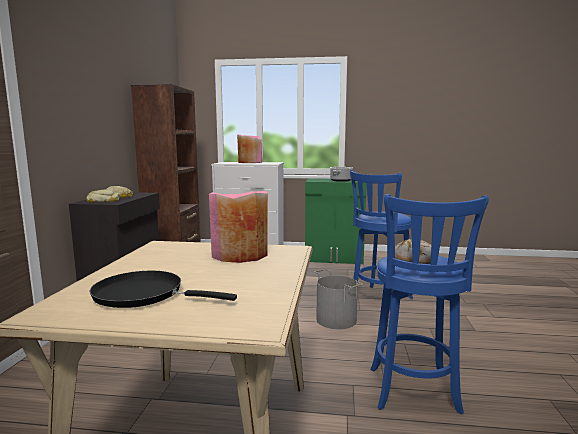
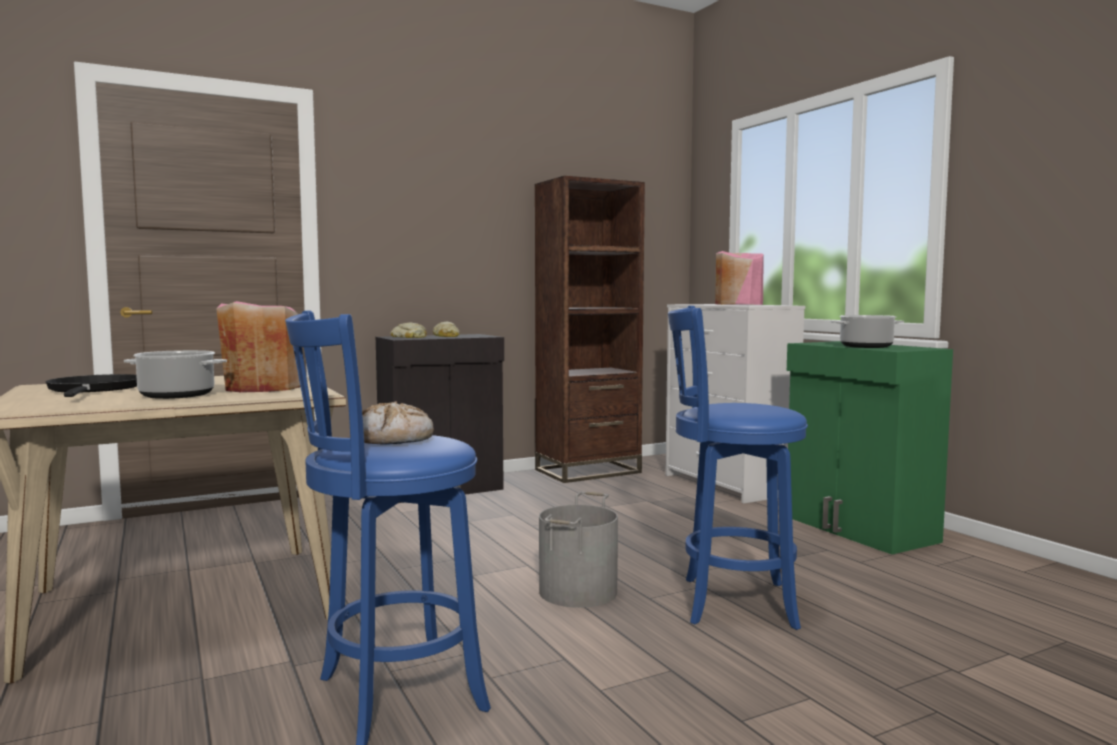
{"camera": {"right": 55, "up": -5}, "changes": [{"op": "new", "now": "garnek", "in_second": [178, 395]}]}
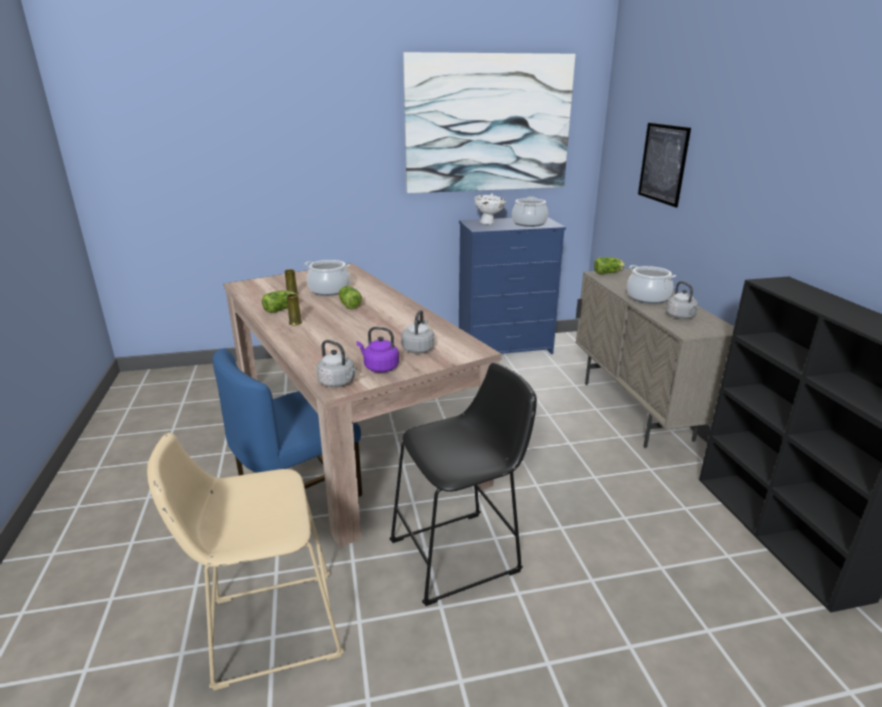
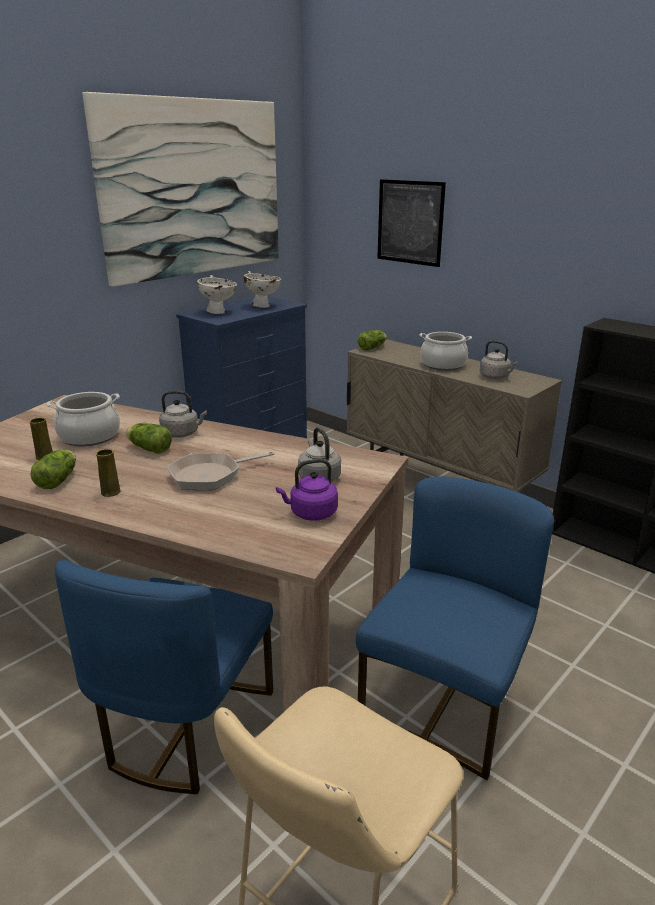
{"camera": {"right": -35, "up": 0}, "changes": [{"op": "new", "now": "patelnia", "in_second": [210, 475]}, {"op": "shifted", "was": "czajnik/szary", "in_first": [338, 383], "in_second": [182, 433]}, {"op": "swapped", "was": "stołek/czarny", "now": "krzesło/niebieski", "in_first": [461, 554], "in_second": [445, 702]}, {"op": "swapped", "was": "garnek", "now": "miska/biały", "in_first": [529, 223], "in_second": [263, 306]}]}
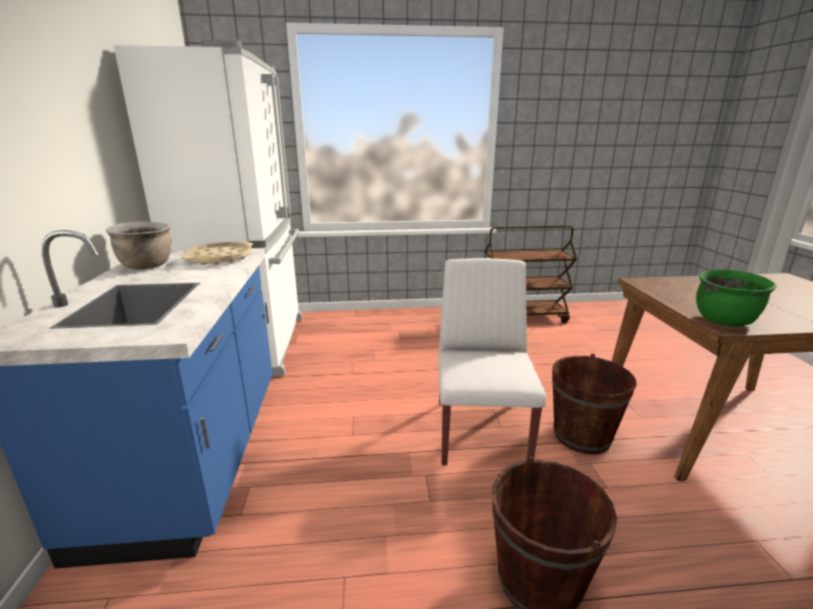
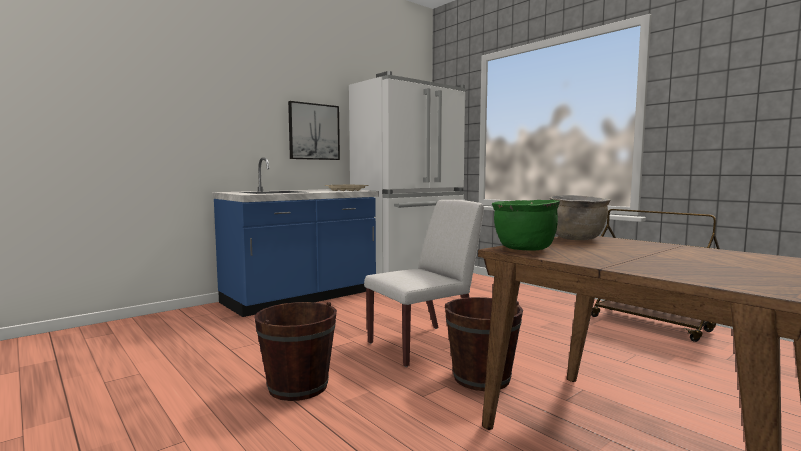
{"camera": {"right": 55, "up": -15}, "changes": [{"op": "new", "now": "obraz", "in_second": [314, 131]}, {"op": "shifted", "was": "garnek/brązowy", "in_first": [147, 266], "in_second": [577, 239]}]}
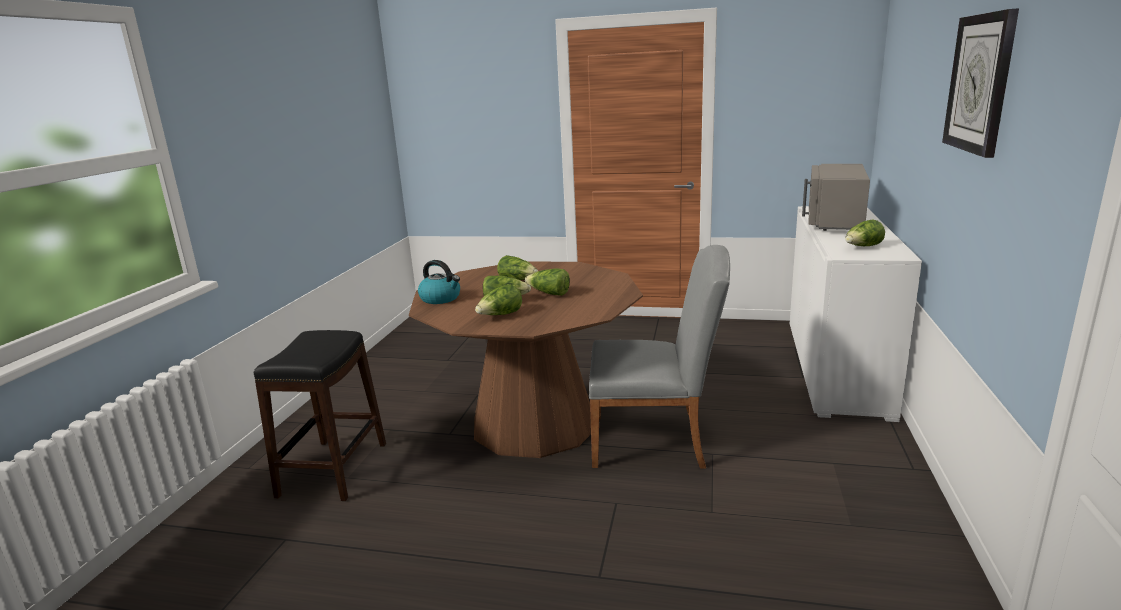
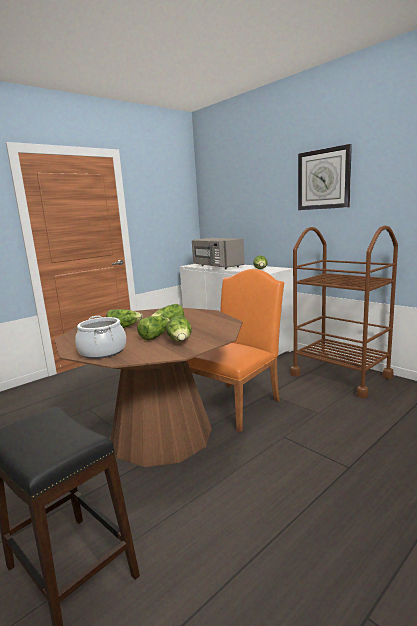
{"camera": {"right": -55, "up": -5}, "changes": [{"op": "new", "now": "wózek/brązowy", "in_second": [340, 376]}, {"op": "swapped", "was": "czajnik", "now": "garnek", "in_first": [441, 298], "in_second": [102, 352]}, {"op": "repainted", "was": "krzesło/szary", "now": "krzesło/pomarańczowy", "in_first": [656, 440], "in_second": [237, 403]}]}
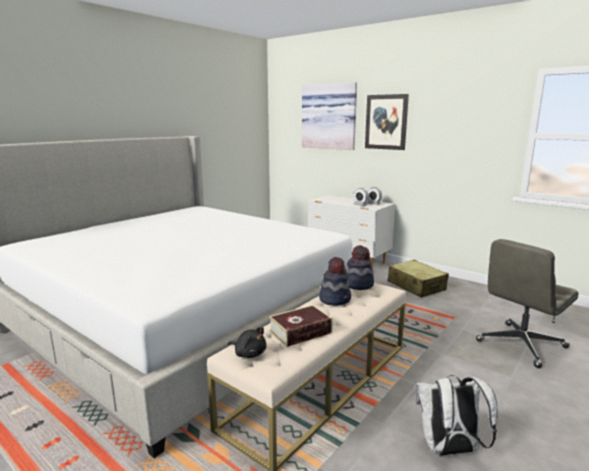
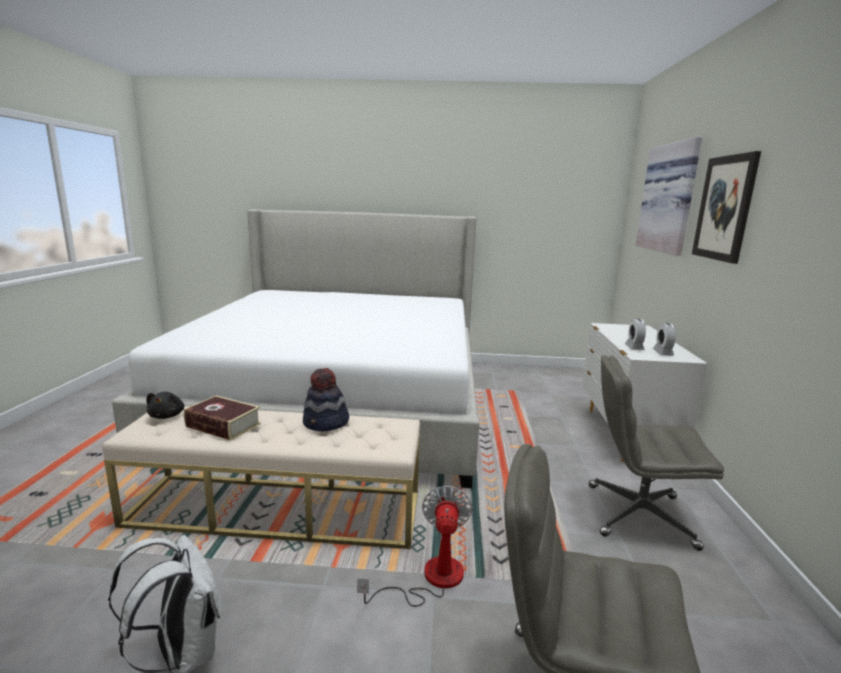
{"camera": {"right": 55, "up": 0}, "changes": [{"op": "gone", "was": "kapelusz", "in_first": [358, 284]}, {"op": "new", "now": "wentylator", "in_second": [430, 579]}, {"op": "swapped", "was": "walizka/beżowy", "now": "krzesło biurowe/szary", "in_first": [416, 286], "in_second": [638, 515]}]}
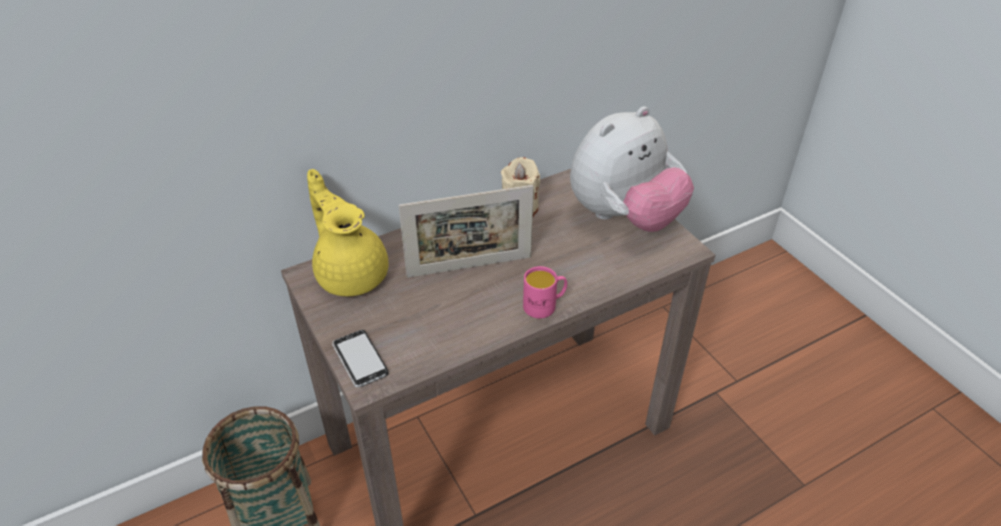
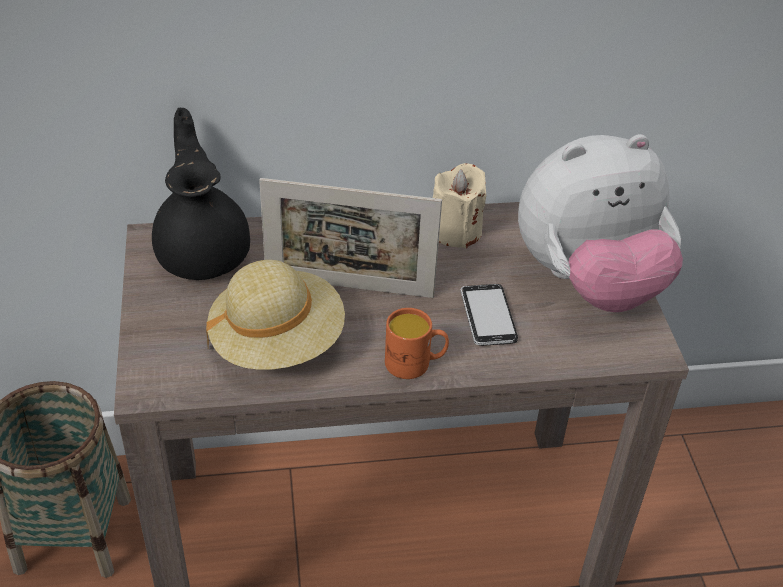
{"camera": {"right": 20, "up": 0}, "changes": [{"op": "new", "now": "kapelusz/beżowy", "in_second": [277, 342]}, {"op": "shifted", "was": "telefon", "in_first": [360, 360], "in_second": [488, 317]}, {"op": "repainted", "was": "imbryk/żółty", "now": "imbryk/czarny", "in_first": [351, 273], "in_second": [204, 252]}, {"op": "repainted", "was": "kubek/różowy", "now": "kubek/pomarańczowy", "in_first": [545, 305], "in_second": [415, 364]}]}
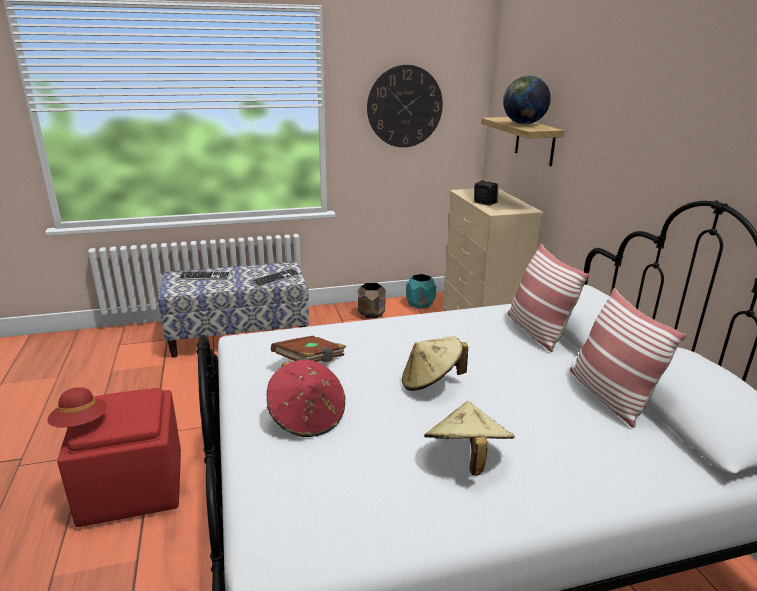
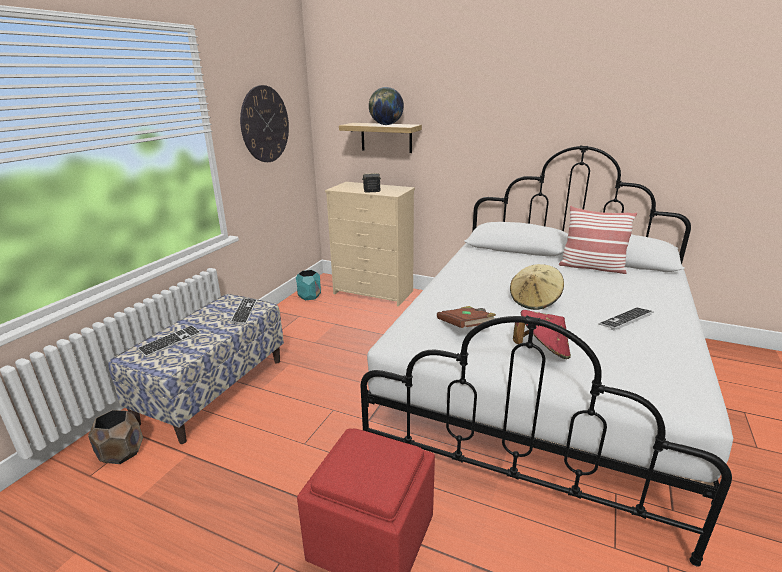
{"camera": {"right": -50, "up": 0}, "changes": [{"op": "gone", "was": "kapelusz/czerwony", "in_first": [81, 423]}, {"op": "gone", "was": "poduszka", "in_first": [537, 331]}, {"op": "shifted", "was": "donica/brązowy", "in_first": [371, 313], "in_second": [122, 453]}, {"op": "swapped", "was": "kapelusz/beżowy", "now": "klawiatura", "in_first": [466, 459], "in_second": [625, 319]}]}
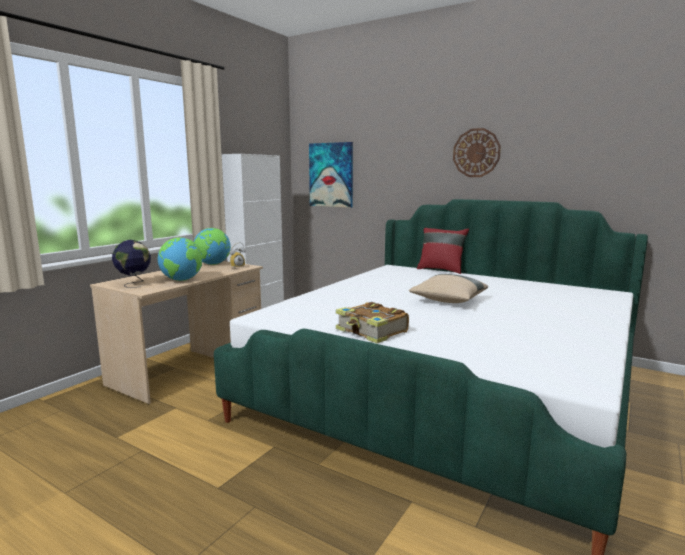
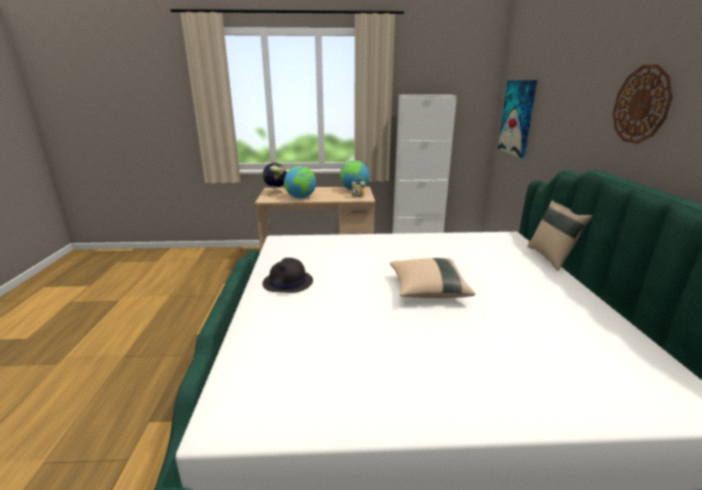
{"camera": {"right": 55, "up": 10}, "changes": [{"op": "swapped", "was": "książka", "now": "kapelusz/czarny", "in_first": [372, 332], "in_second": [288, 283]}, {"op": "repainted", "was": "poduszka/czerwony", "now": "poduszka/beżowy", "in_first": [441, 270], "in_second": [551, 258]}]}
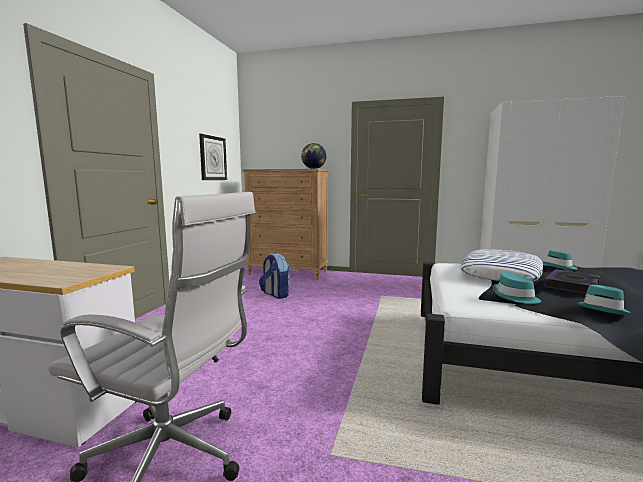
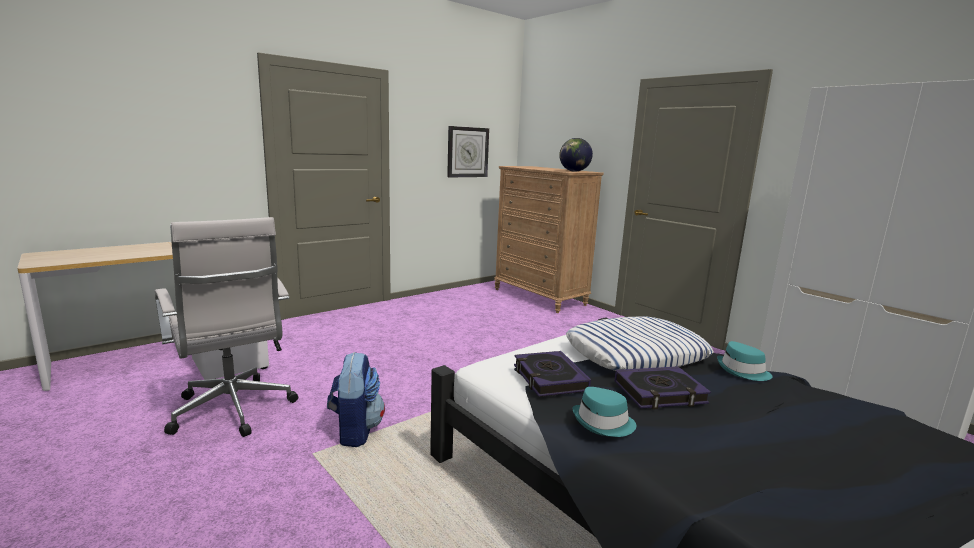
{"camera": {"right": 35, "up": 5}, "changes": [{"op": "shifted", "was": "plecak", "in_first": [275, 294], "in_second": [355, 431]}, {"op": "swapped", "was": "kapelusz/turkusowy", "now": "książka", "in_first": [515, 297], "in_second": [549, 378]}]}
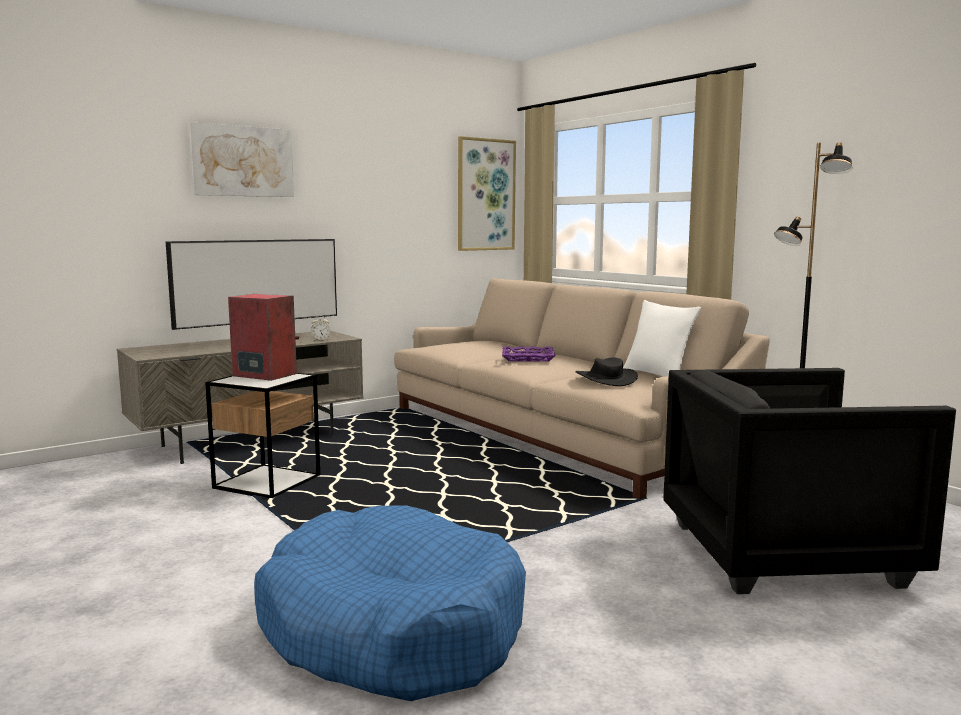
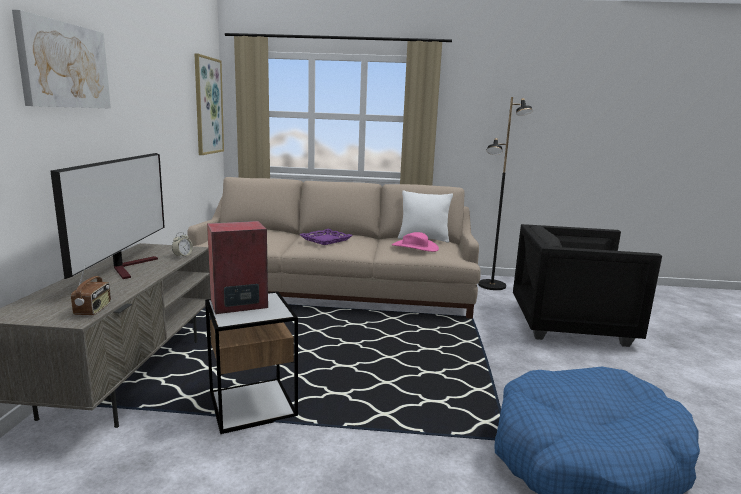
{"camera": {"right": -50, "up": 5}, "changes": [{"op": "new", "now": "radio", "in_second": [93, 310]}, {"op": "repainted", "was": "kapelusz/czarny", "now": "kapelusz/różowy", "in_first": [606, 379], "in_second": [415, 247]}, {"op": "rotated", "was": "fotel/czarny", "in_first": [785, 553], "in_second": [571, 324], "clockwise": 60}]}
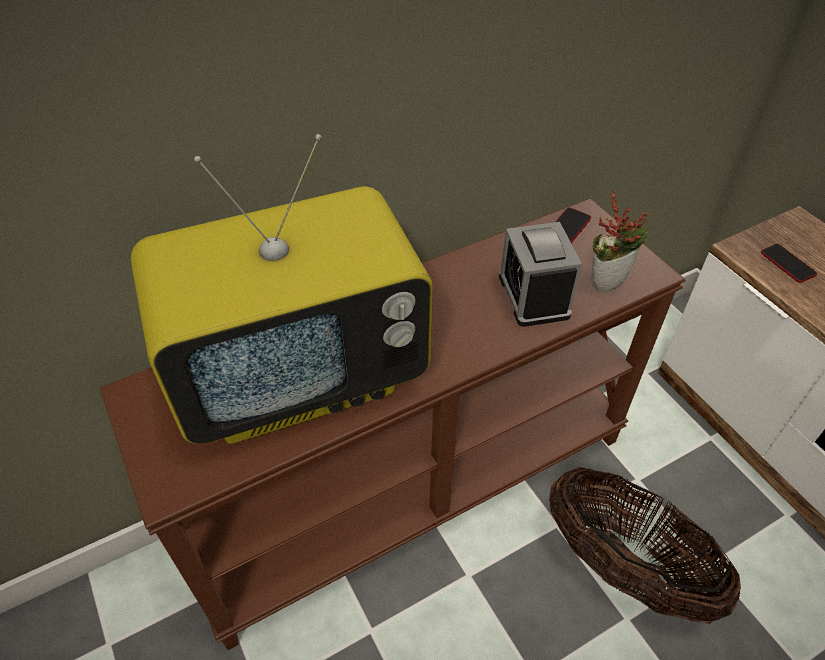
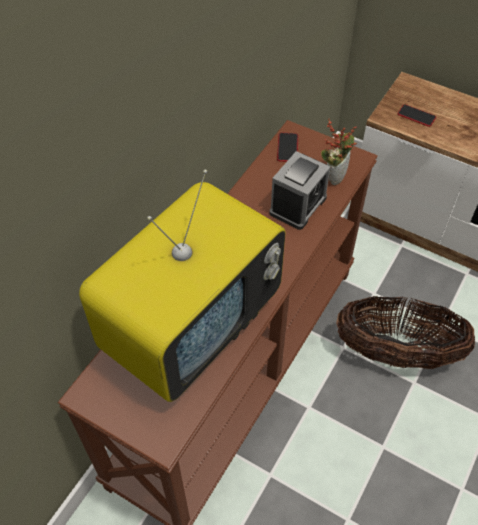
{"camera": {"right": -30, "up": 5}, "changes": [{"op": "rotated", "was": "budzik", "in_first": [533, 296], "in_second": [298, 205], "clockwise": -105}]}
